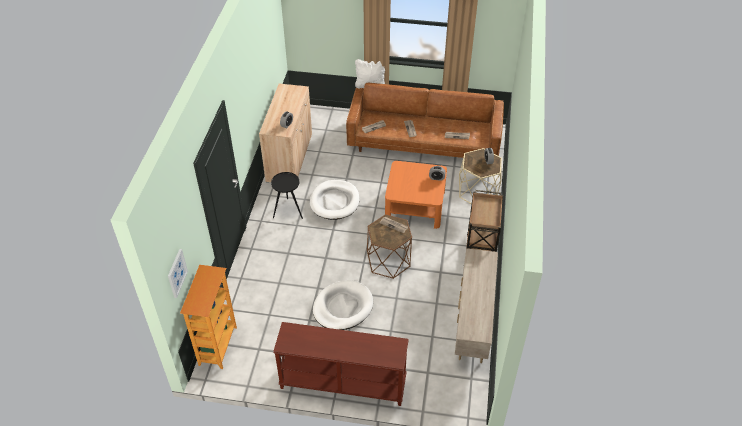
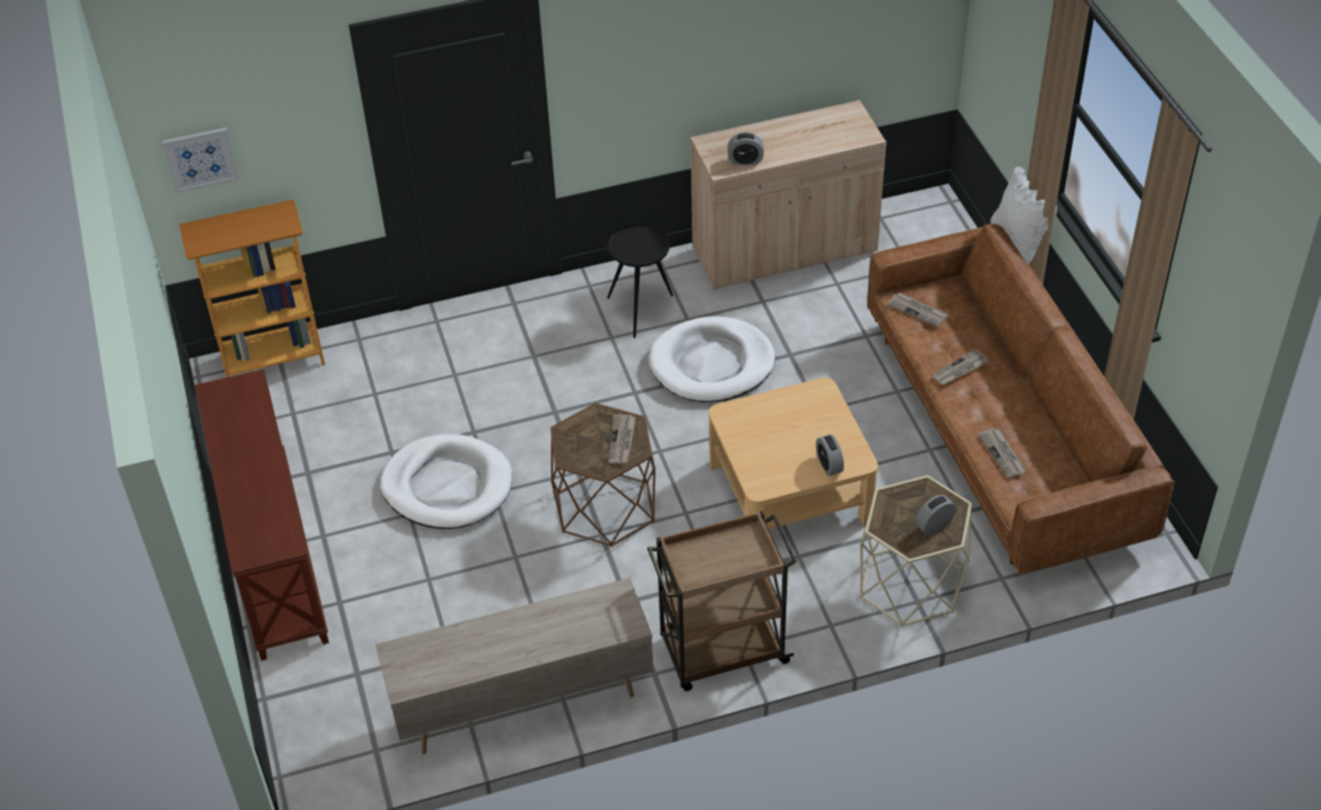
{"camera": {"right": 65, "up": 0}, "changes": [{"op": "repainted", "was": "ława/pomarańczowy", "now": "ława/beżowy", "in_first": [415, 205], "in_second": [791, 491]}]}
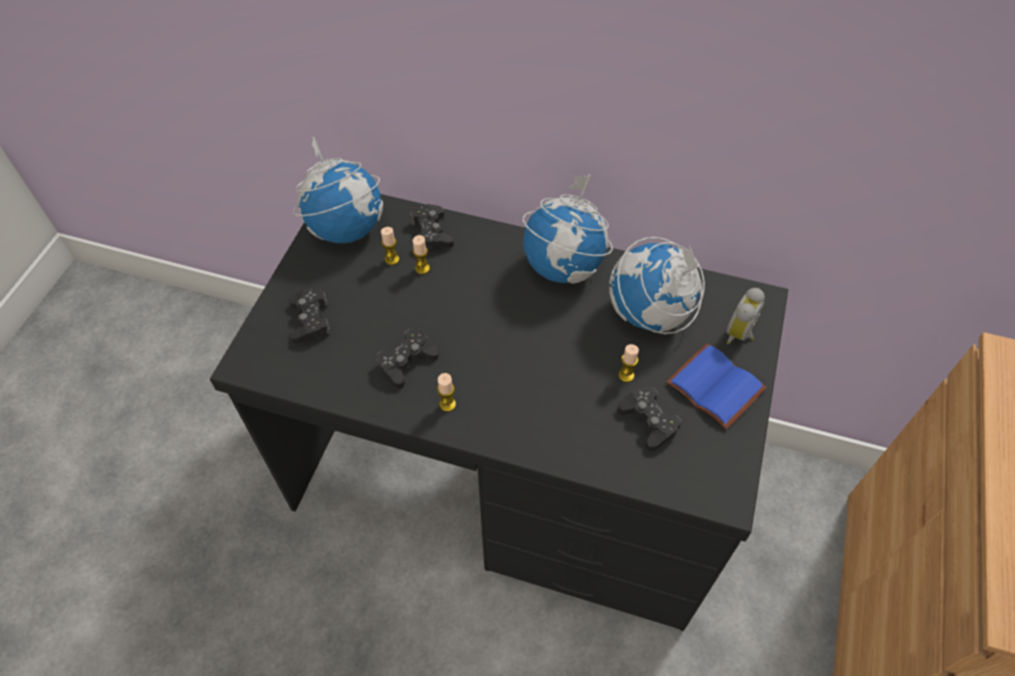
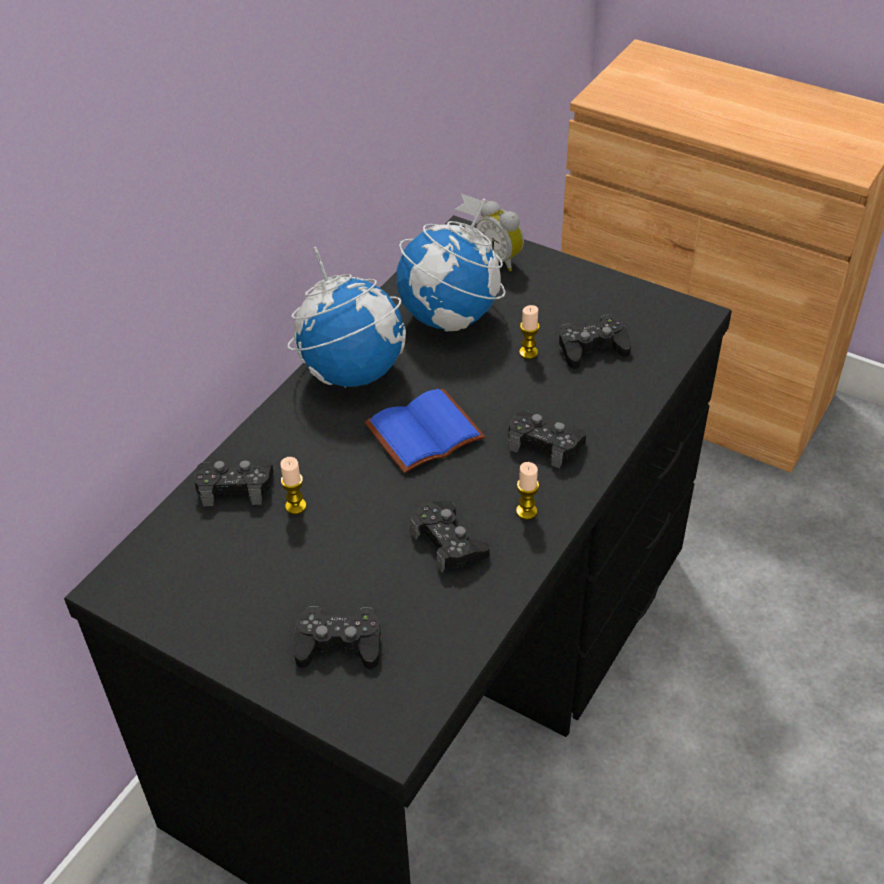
{"camera": {"right": -75, "up": -10}, "changes": [{"op": "gone", "was": "globus", "in_first": [346, 228]}, {"op": "gone", "was": "świeca", "in_first": [392, 259]}, {"op": "new", "now": "pad do gier/czarny", "in_second": [544, 444]}, {"op": "shifted", "was": "książka/niebieski", "in_first": [717, 386], "in_second": [424, 430]}]}
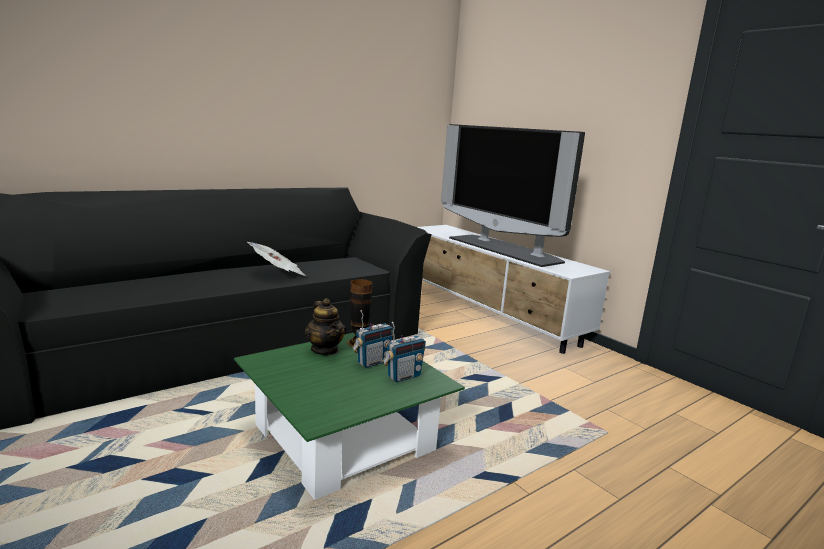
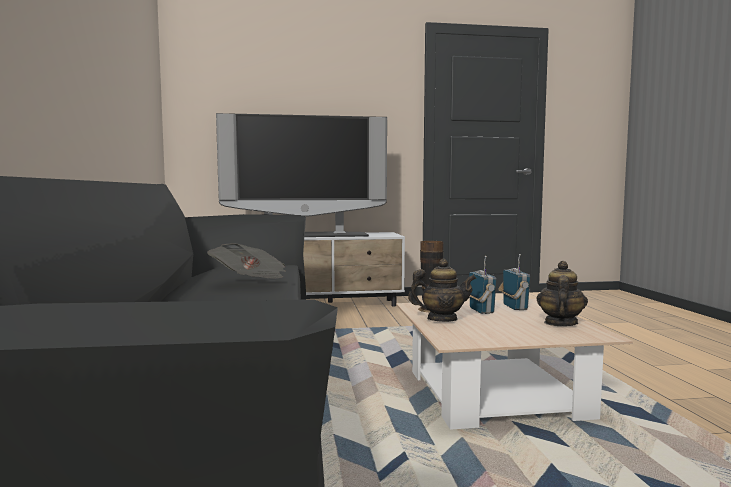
{"camera": {"right": -60, "up": -10}, "changes": [{"op": "new", "now": "imbryk", "in_second": [560, 323]}, {"op": "repainted", "was": "ława/zielony", "now": "ława/beżowy", "in_first": [344, 438], "in_second": [495, 394]}]}
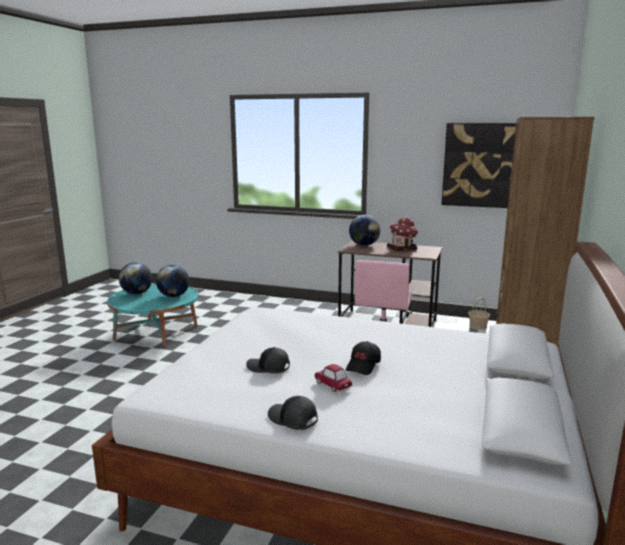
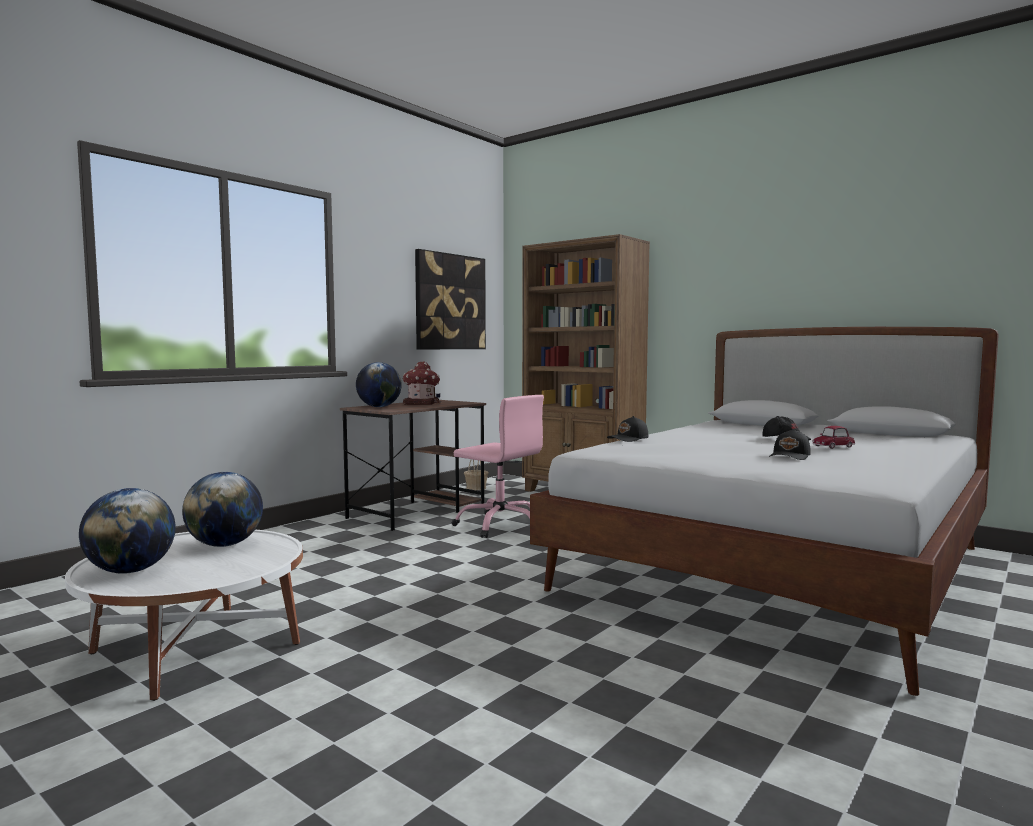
{"camera": {"right": -70, "up": -10}, "changes": [{"op": "shifted", "was": "czapka z daszkiem/czarny", "in_first": [292, 419], "in_second": [628, 439]}, {"op": "repainted", "was": "ława/turkusowy", "now": "ława/biały", "in_first": [156, 332], "in_second": [196, 648]}]}
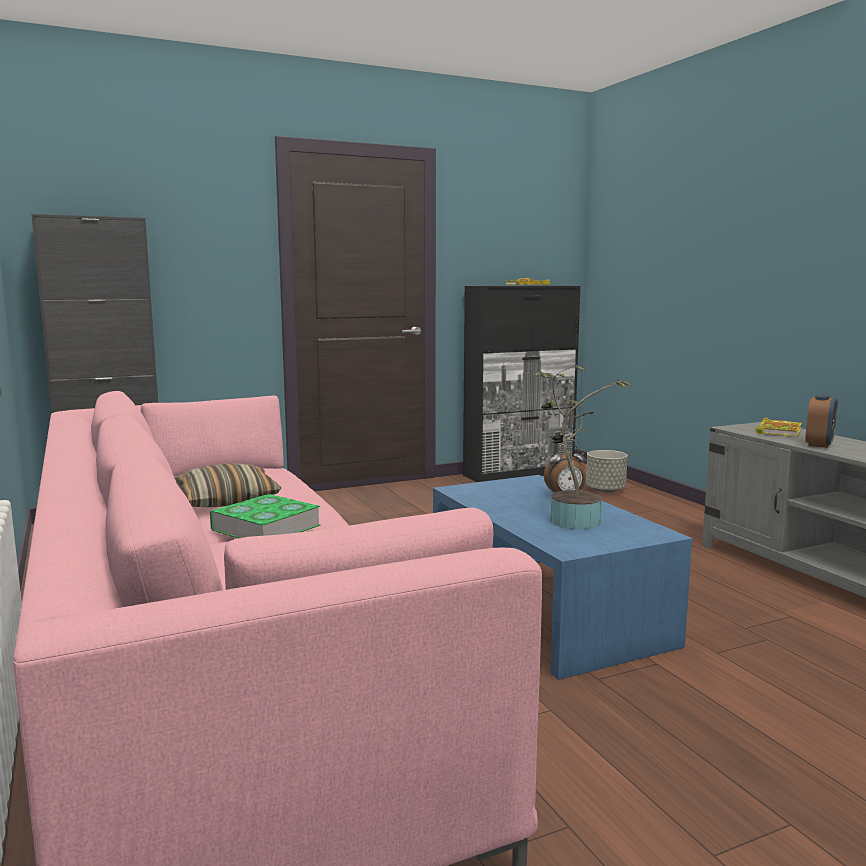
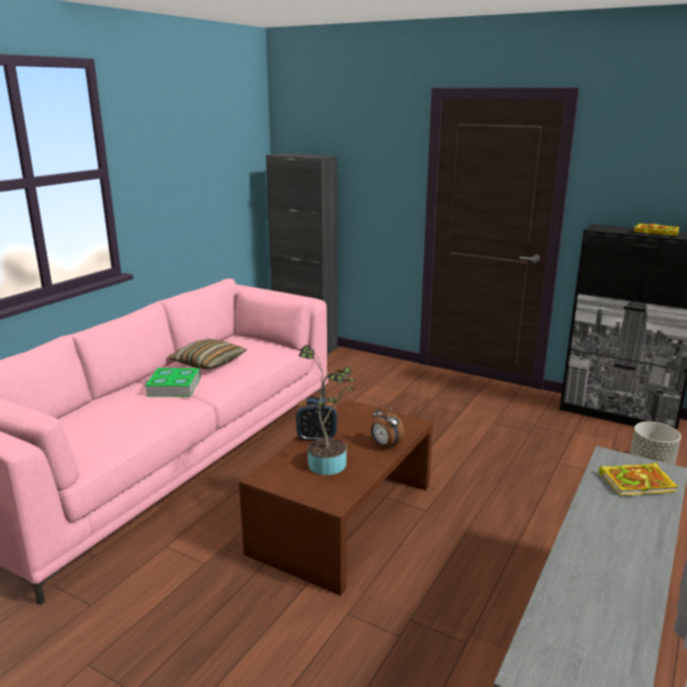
{"camera": {"right": 55, "up": 10}, "changes": [{"op": "shifted", "was": "budzik", "in_first": [819, 444], "in_second": [316, 437]}, {"op": "repainted", "was": "ława/niebieski", "now": "ława/brązowy", "in_first": [544, 609], "in_second": [343, 517]}]}
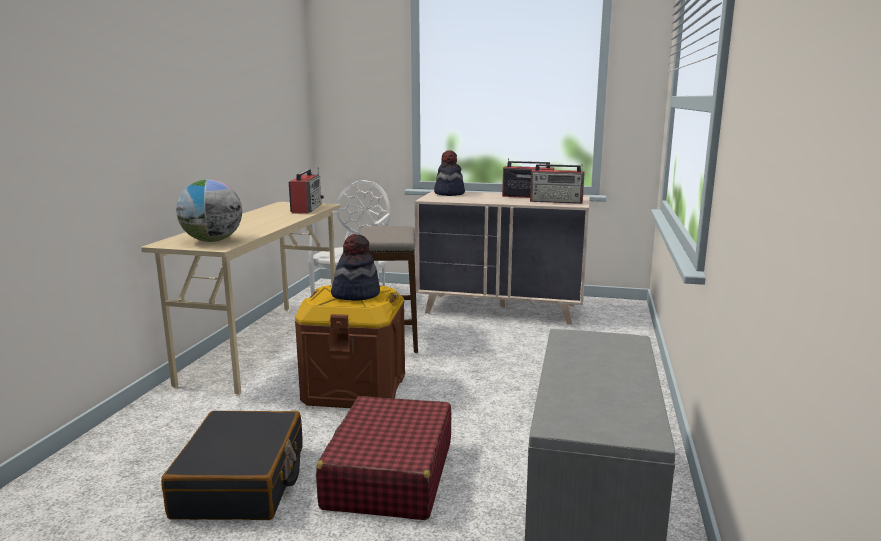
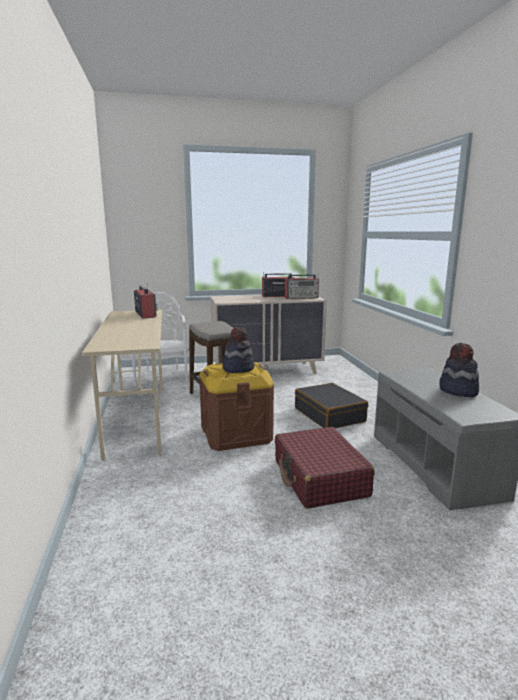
{"camera": {"right": -25, "up": 0}, "changes": [{"op": "gone", "was": "globus", "in_first": [212, 241]}, {"op": "shifted", "was": "walizka/czarny", "in_first": [242, 482], "in_second": [329, 415]}, {"op": "shifted", "was": "kapelusz", "in_first": [449, 193], "in_second": [458, 391]}]}
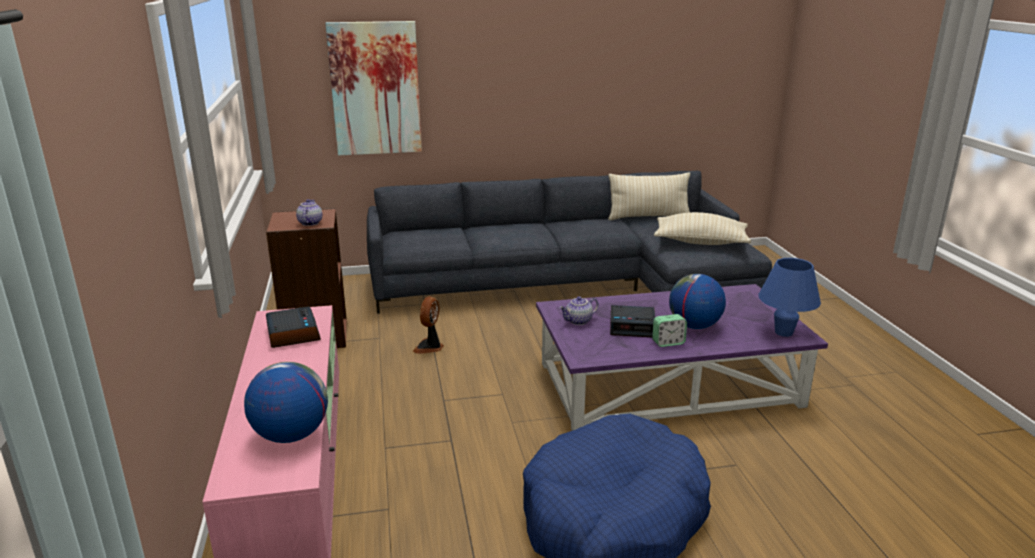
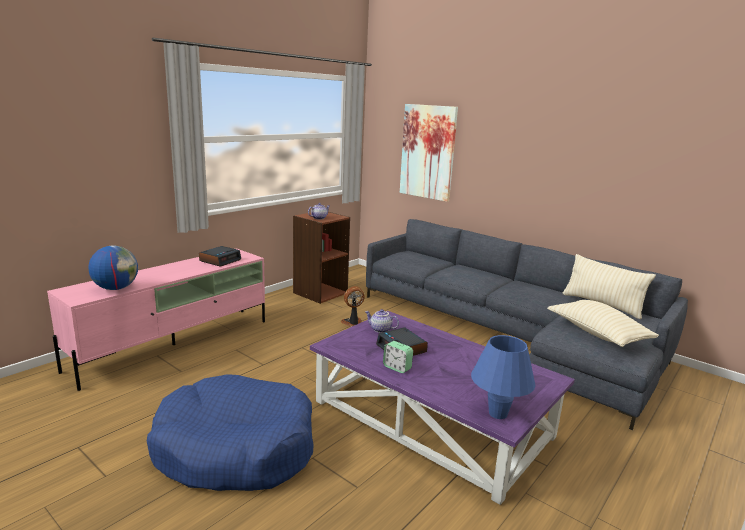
{"camera": {"right": 50, "up": -5}, "changes": [{"op": "gone", "was": "globus", "in_first": [694, 326]}]}
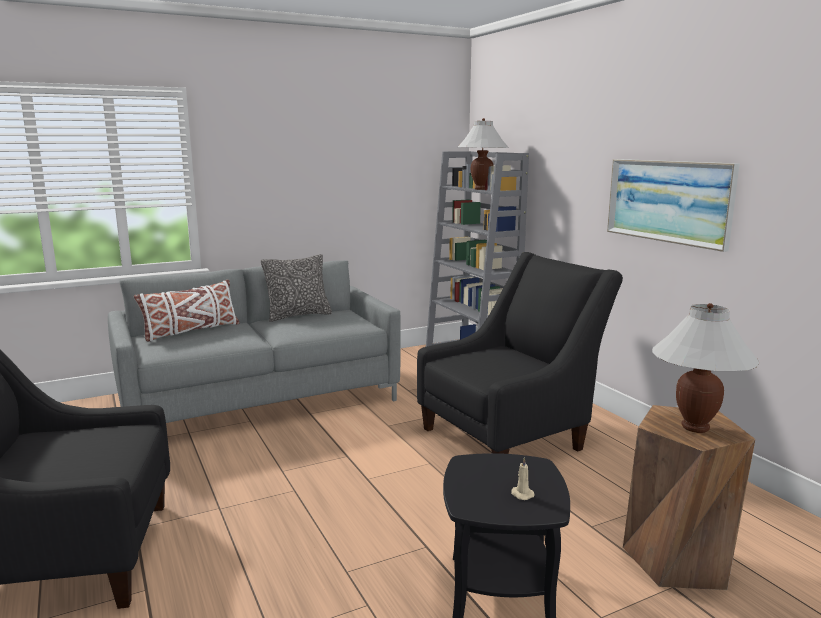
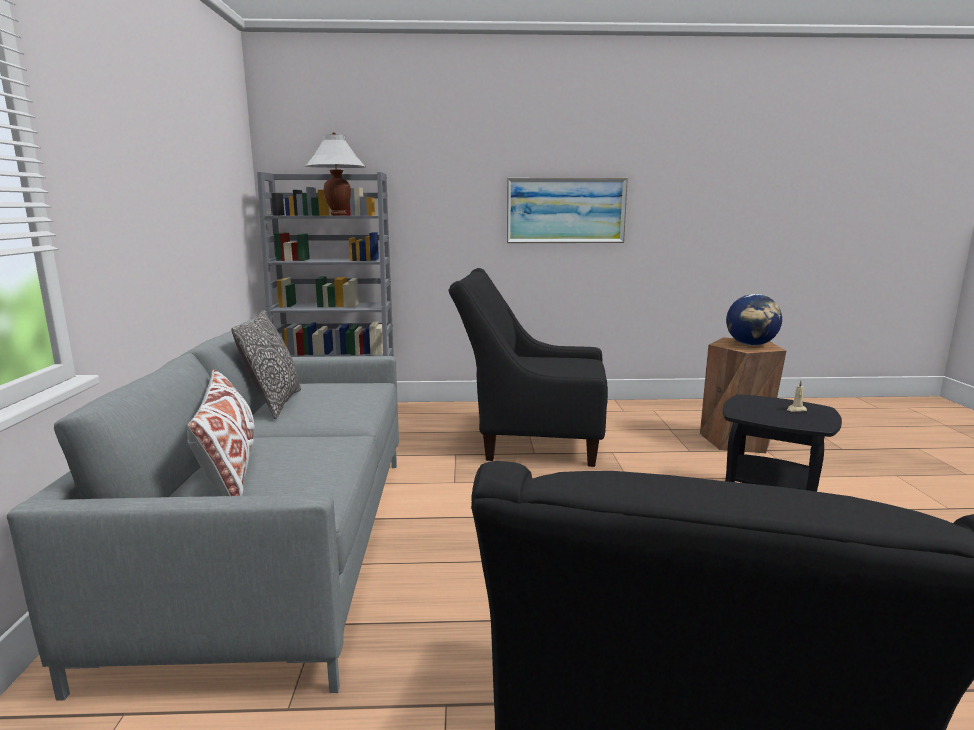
{"camera": {"right": -65, "up": 0}, "changes": [{"op": "swapped", "was": "lampa stołowa/biały", "now": "globus", "in_first": [695, 428], "in_second": [751, 345]}, {"op": "rotated", "was": "fotel/czarny", "in_first": [510, 436], "in_second": [530, 439], "clockwise": -75}]}
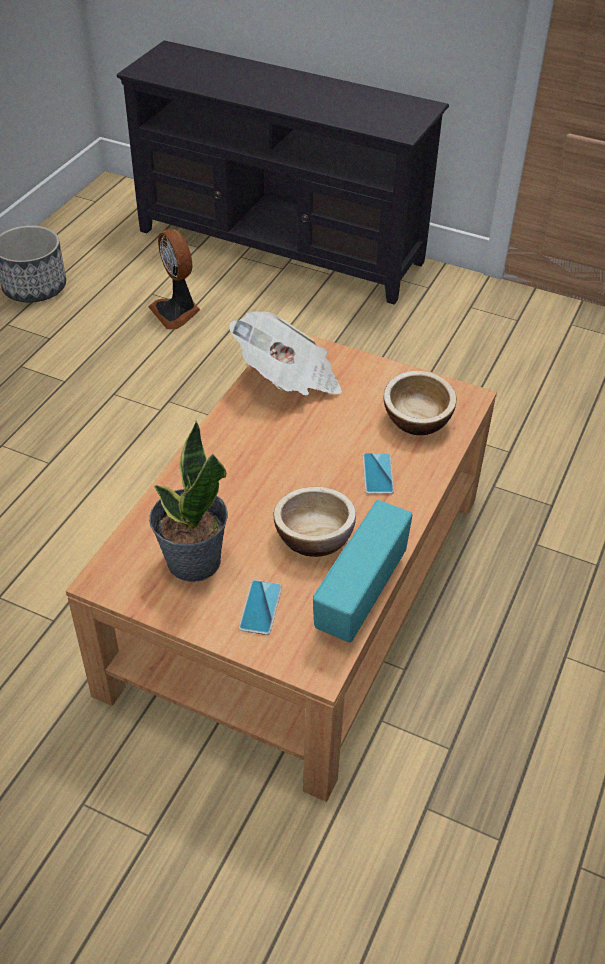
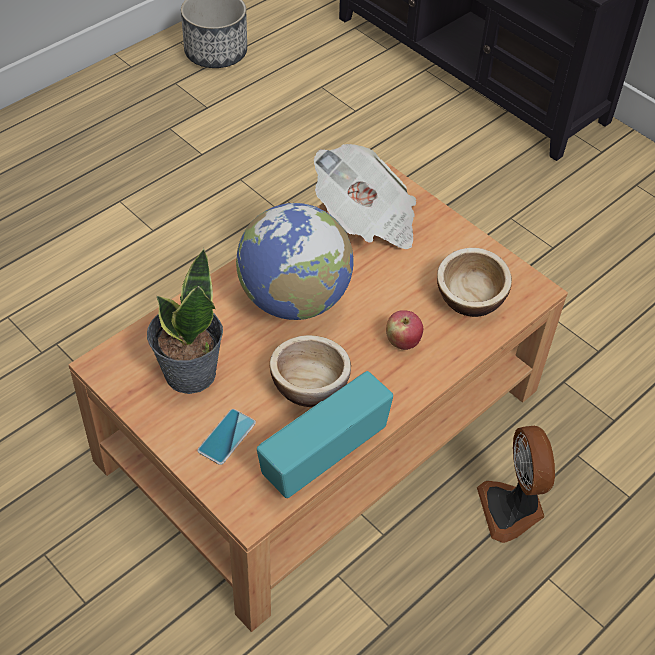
{"camera": {"right": 20, "up": 5}, "changes": [{"op": "new", "now": "globus", "in_second": [294, 299]}, {"op": "shifted", "was": "wentylator", "in_first": [177, 312], "in_second": [512, 509]}, {"op": "swapped", "was": "telefon", "now": "jabłko", "in_first": [378, 474], "in_second": [402, 342]}]}
